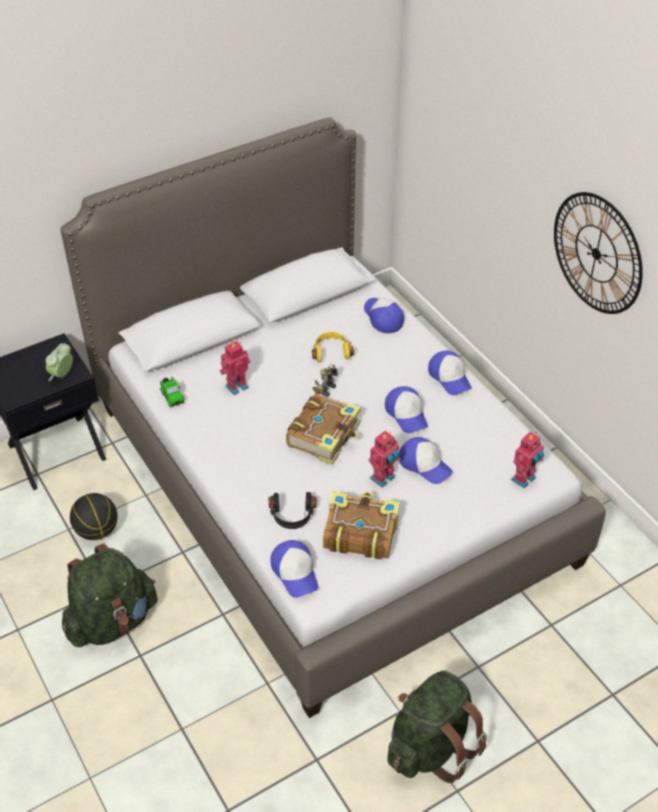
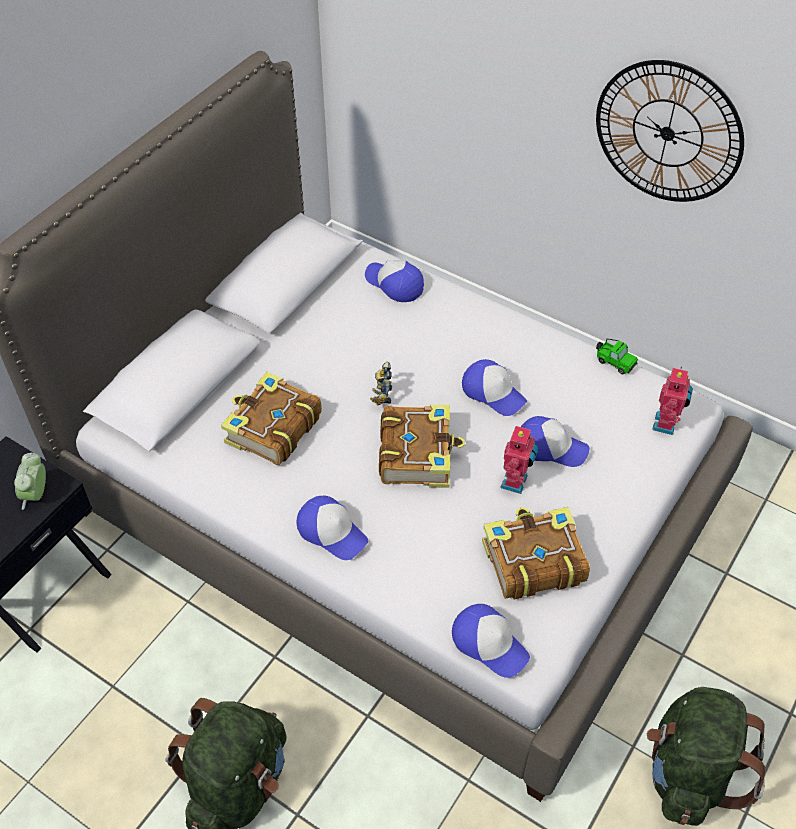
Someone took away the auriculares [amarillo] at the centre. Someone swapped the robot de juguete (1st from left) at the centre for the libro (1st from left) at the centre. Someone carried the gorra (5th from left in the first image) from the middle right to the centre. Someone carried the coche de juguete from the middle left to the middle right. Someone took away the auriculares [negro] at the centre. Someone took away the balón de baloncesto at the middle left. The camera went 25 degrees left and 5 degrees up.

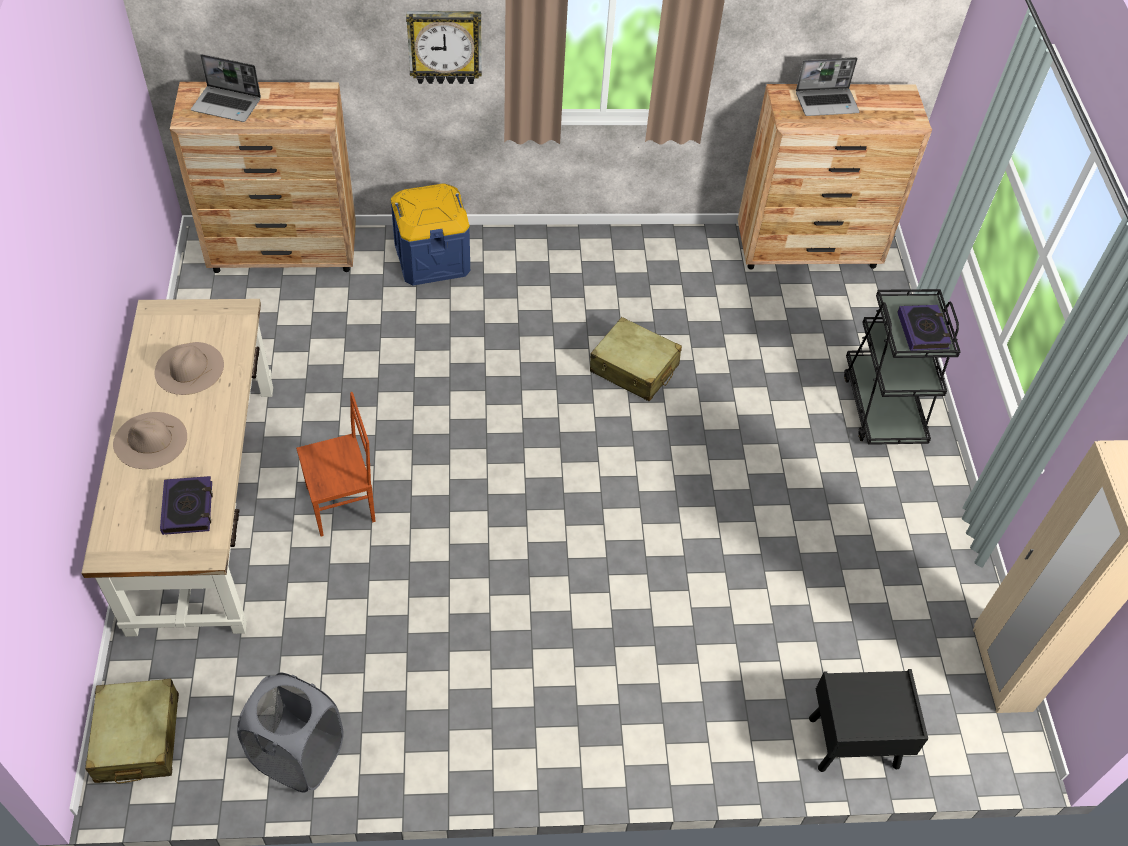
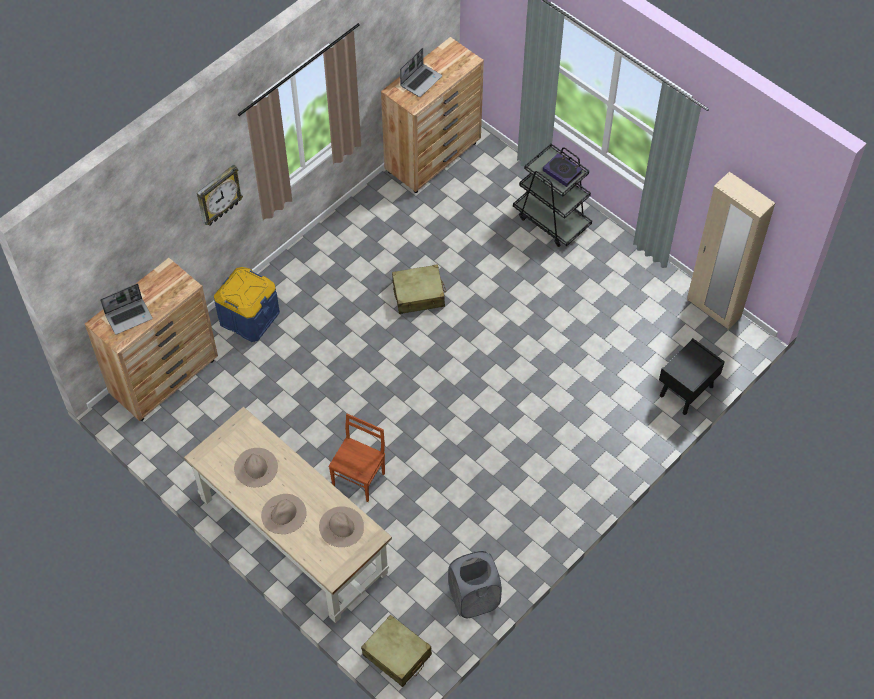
Someone swapped the libro (1st from left) at the middle left for the sombrero [beis] (3rd from left) at the bottom centre. The camera went 40 degrees left and 5 degrees up.

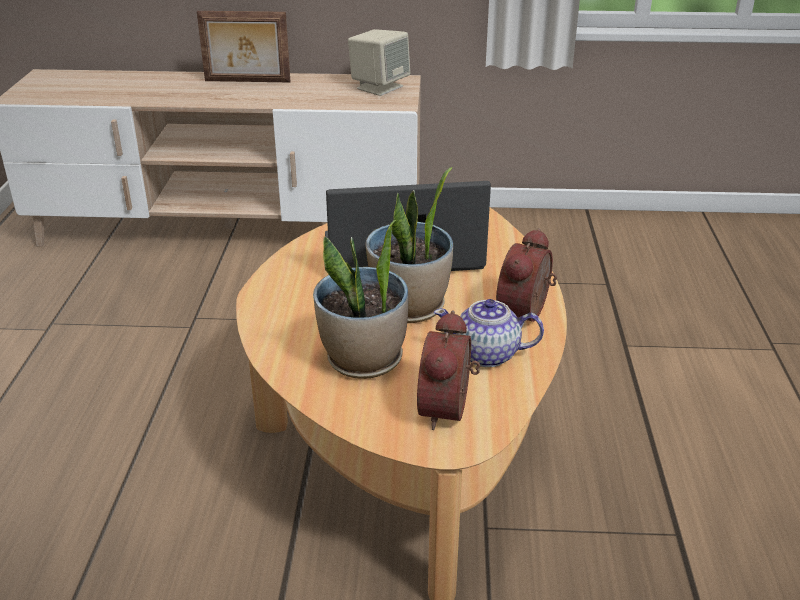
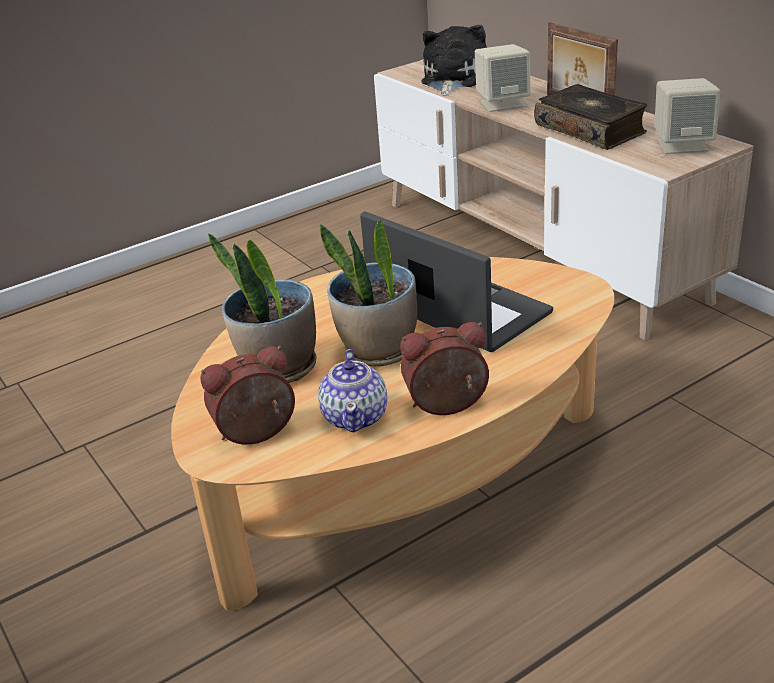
Someone rotated the tetera at the centre by 150 degrees counterclockwise. Someone put down the peluche at the top centre. Someone put down the altavoz [beis] (1st from left) at the top centre. Someone put down the libro at the top right. The camera went 55 degrees right and 0 degrees up.

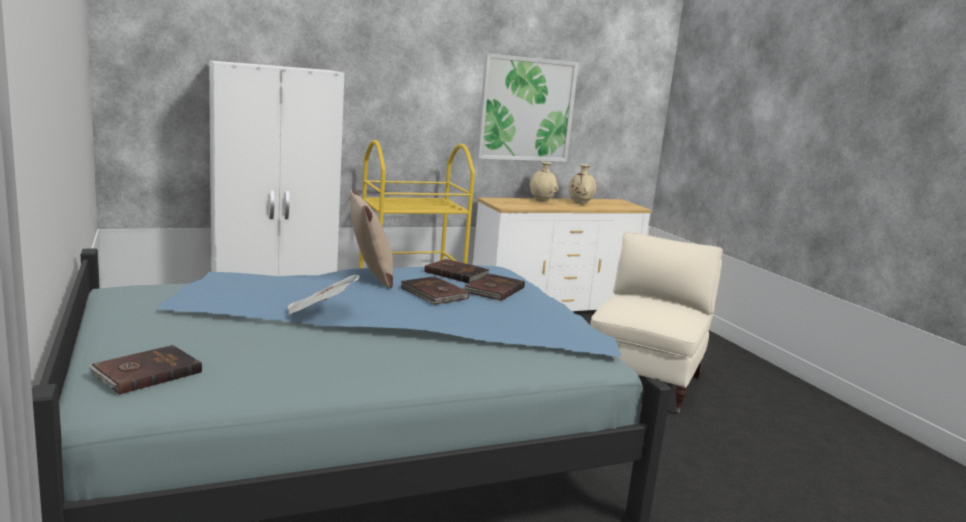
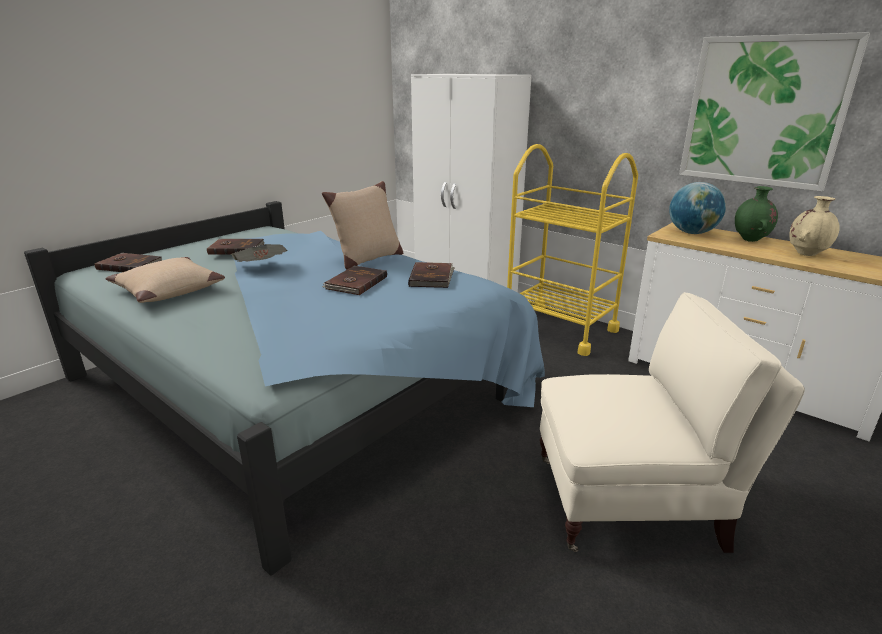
Someone repainted the florero [beis] (1st from left) at the centre, which became the florero [verde] at the middle right. Someone carried the libro [marrón] (4th from left in the first image) from the centre to the middle left. Someone put down the globo terráqueo at the top right. Someone put down the cojín [beis] (1st from left) at the middle left. The camera went 65 degrees right and 10 degrees up.

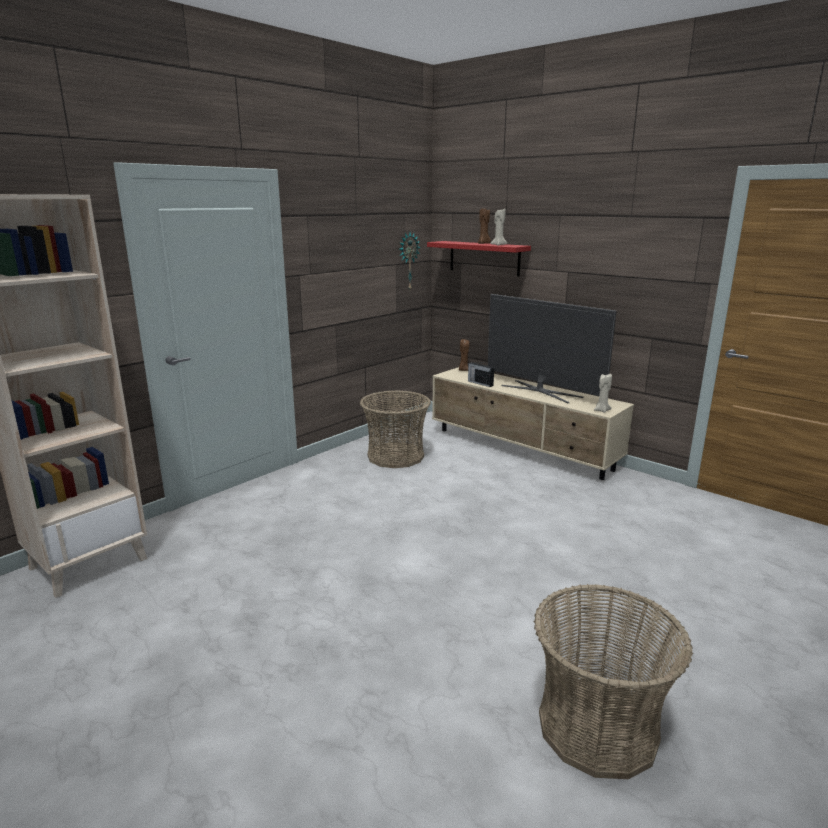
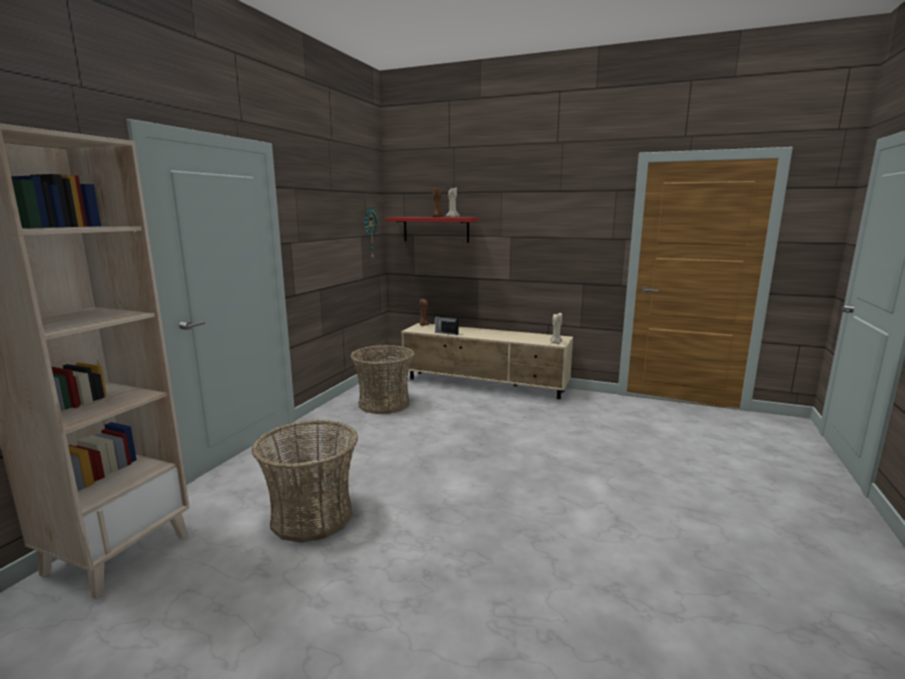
Someone took away the televisor at the middle right. Someone carried the cesta (2nd from left in the first image) from the bottom right to the bottom centre. The camera went 20 degrees left and 5 degrees down.

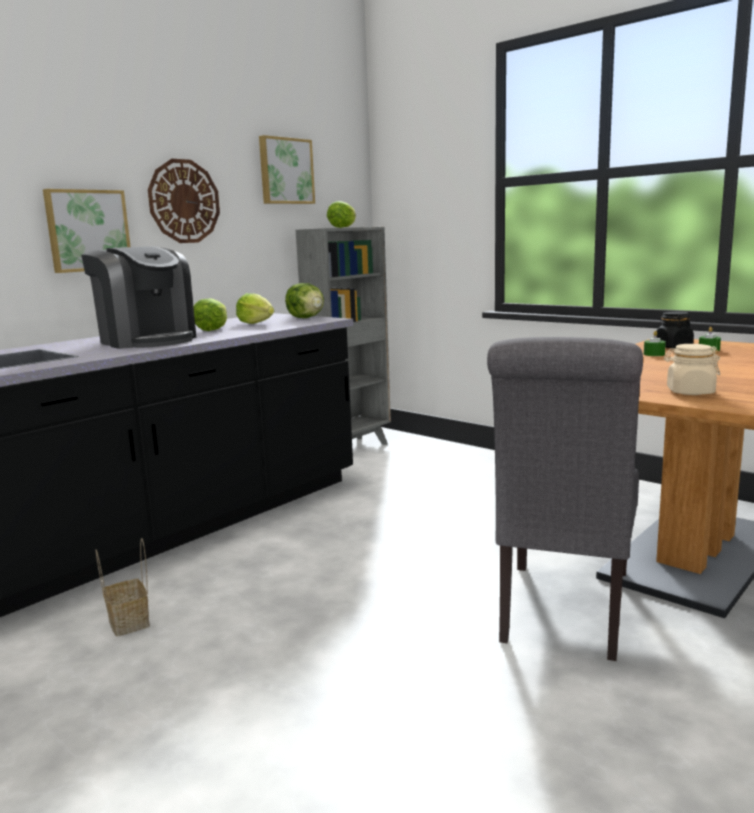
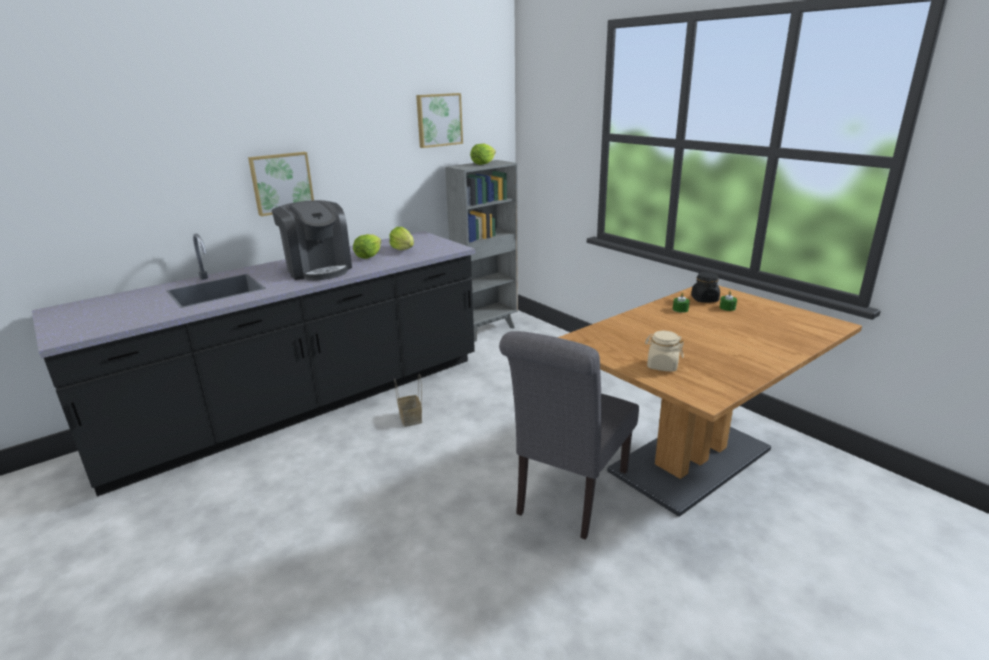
Someone took away the reloj de pared at the top left. Someone took away the lechuga (3rd from left) at the centre. Someone carried the cesta from the bottom left to the centre. The camera went 10 degrees right and 10 degrees up.

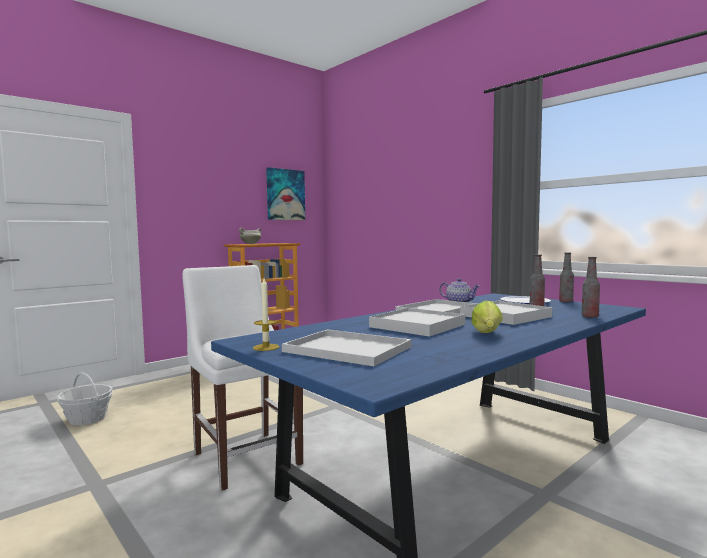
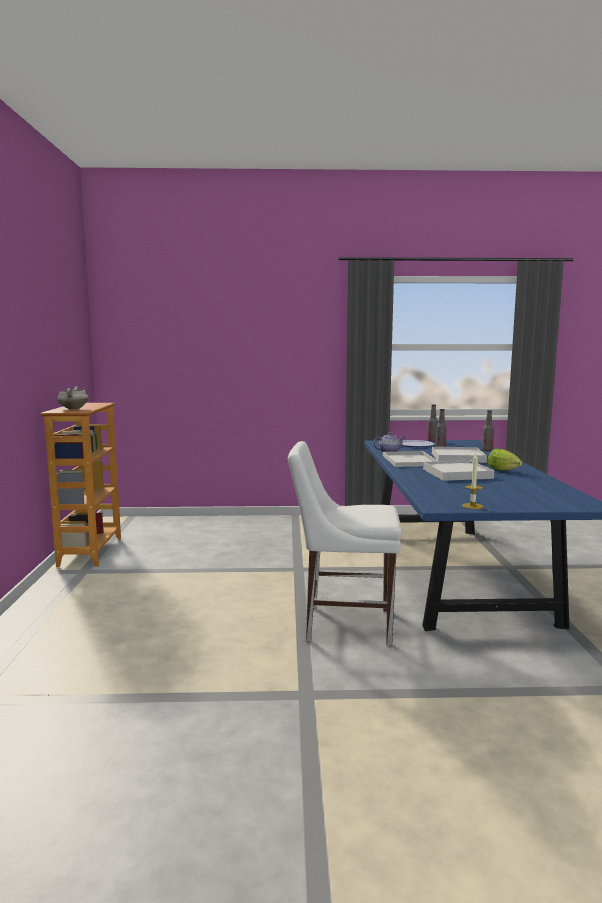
Someone took away the cuadro at the centre. Someone took away the bandeja [blanco] (1st from left) at the centre. Someone took away the cesta at the bottom left. The camera went 50 degrees left and 5 degrees up.

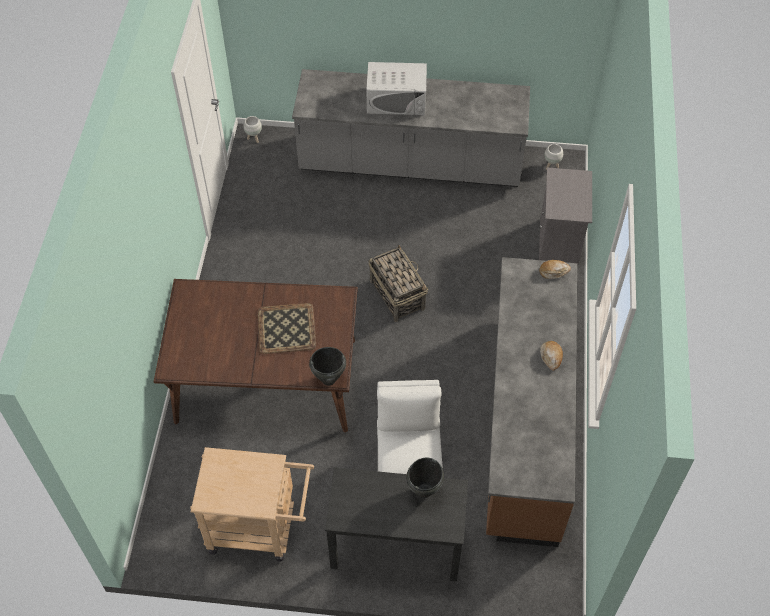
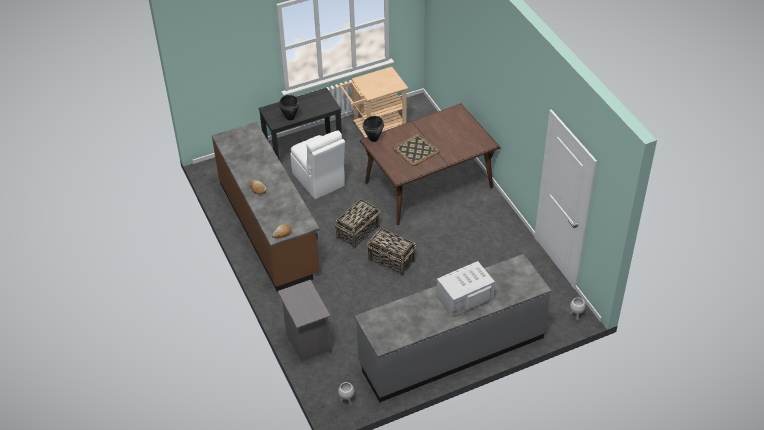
Someone put down the cesta (1st from left) at the centre. The camera went 150 degrees right and 10 degrees down.

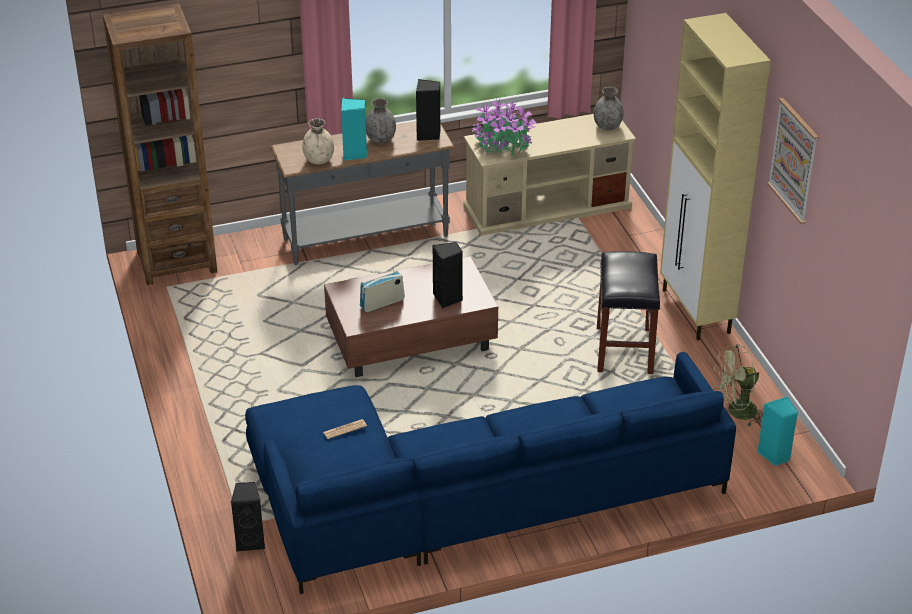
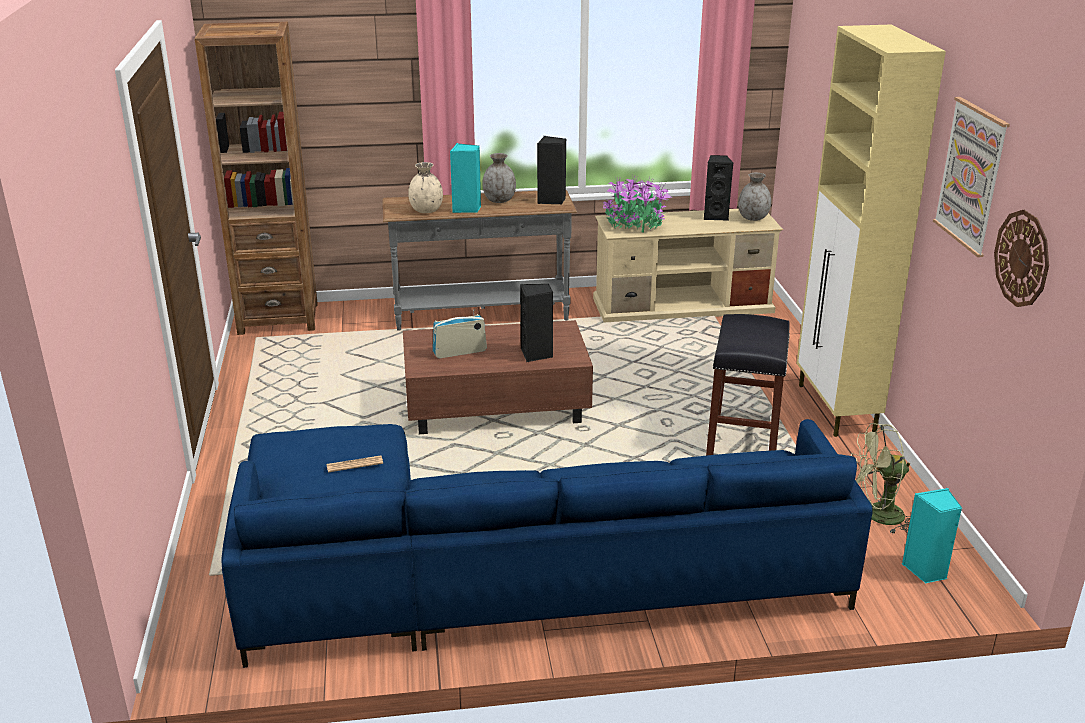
Someone carried the altavoz [negro] (1st from left in the first image) from the bottom left to the top centre. Someone put up the reloj de pared at the middle right. The camera went 10 degrees right and 10 degrees down.

